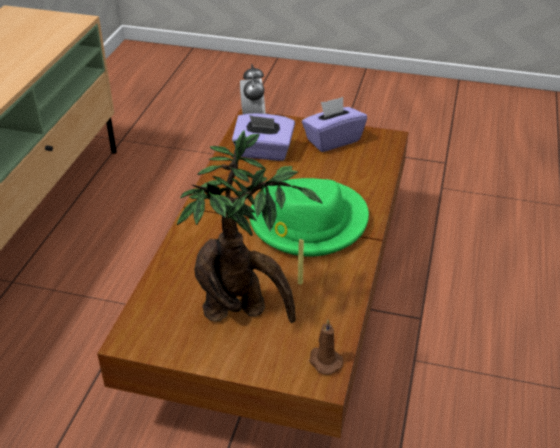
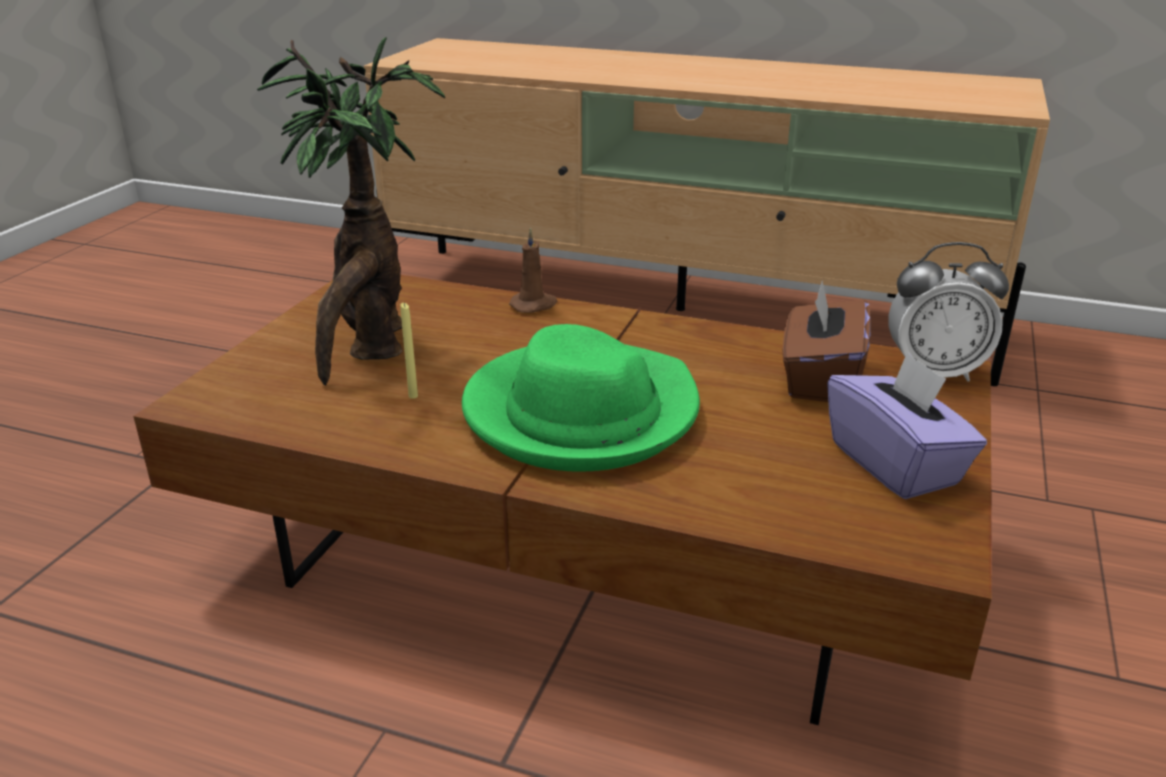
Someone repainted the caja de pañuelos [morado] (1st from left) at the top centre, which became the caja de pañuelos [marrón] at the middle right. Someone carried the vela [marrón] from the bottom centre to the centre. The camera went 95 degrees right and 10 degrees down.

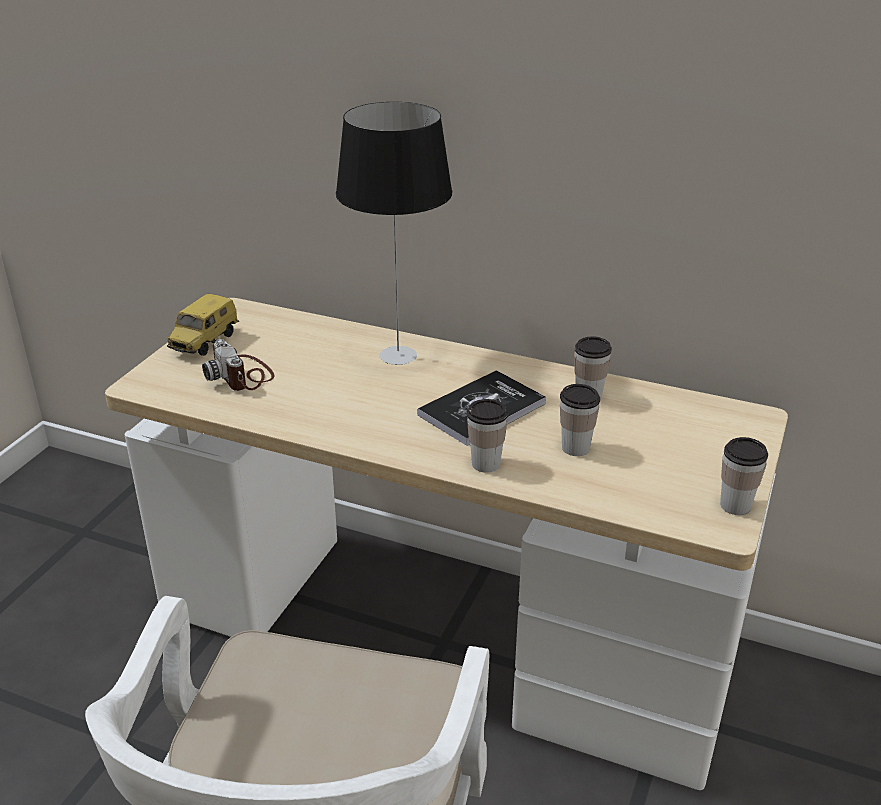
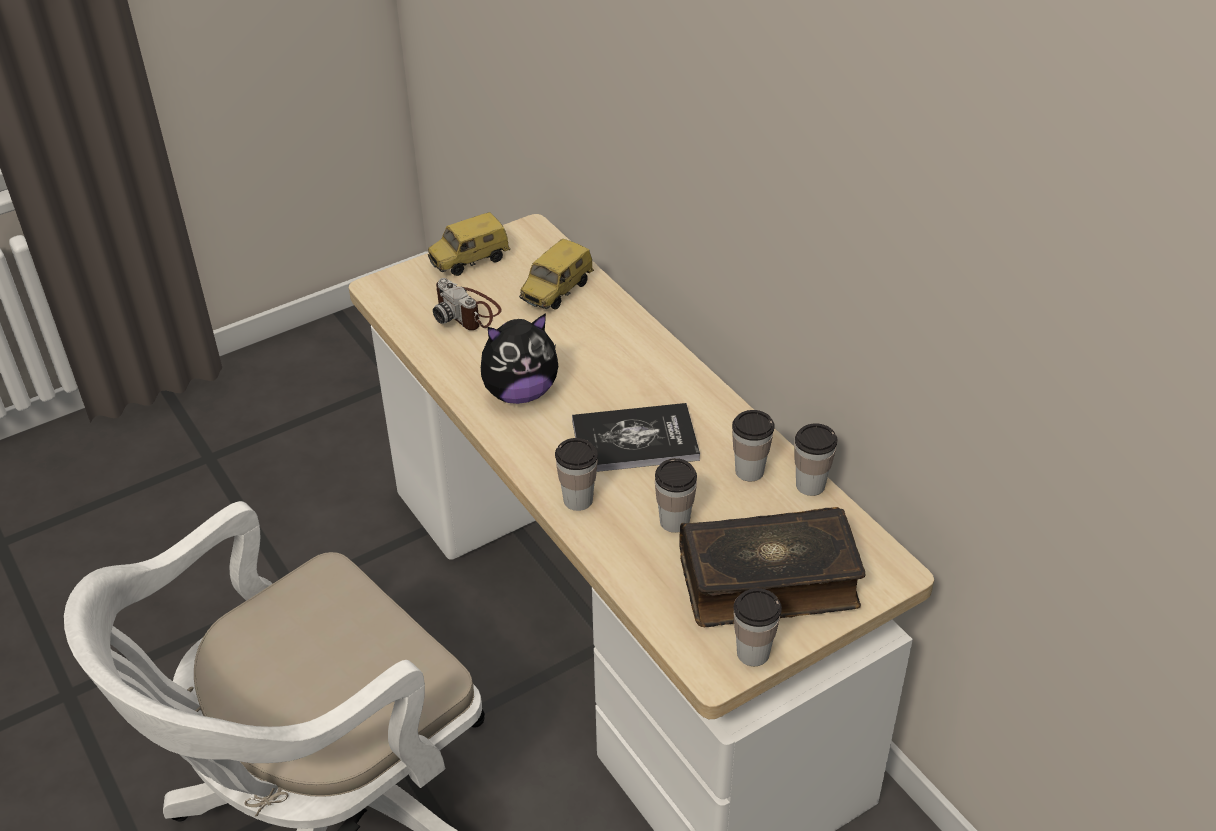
Someone took away the lámpara de mesa at the top centre. Someone rotated the cámara at the middle left by 45 degrees counterclockwise. Someone put down the coche de juguete (2nd from left) at the top centre. Someone put down the peluche at the centre. Someone put down the taza (5th from left) at the middle right. Someone put down the libro (2nd from left) at the bottom centre. The camera went 35 degrees right and 10 degrees up.

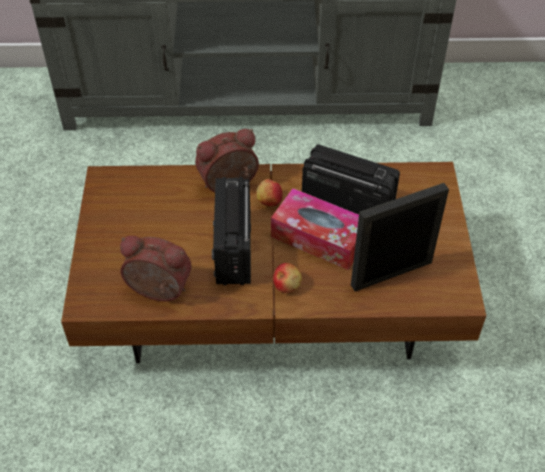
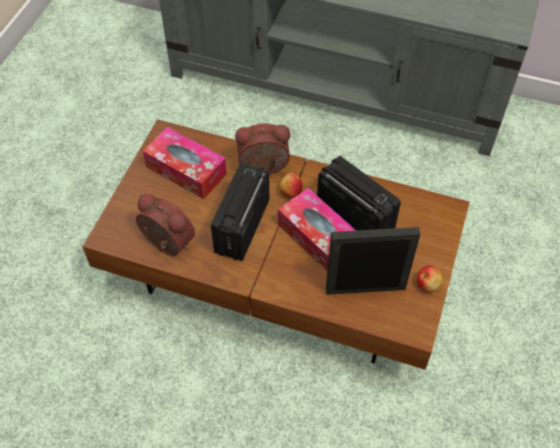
Someone carried the manzana (2nd from left) from the centre to the middle right. Someone put down the caja de pañuelos (1st from left) at the middle left. The camera went 20 degrees right and 5 degrees up.

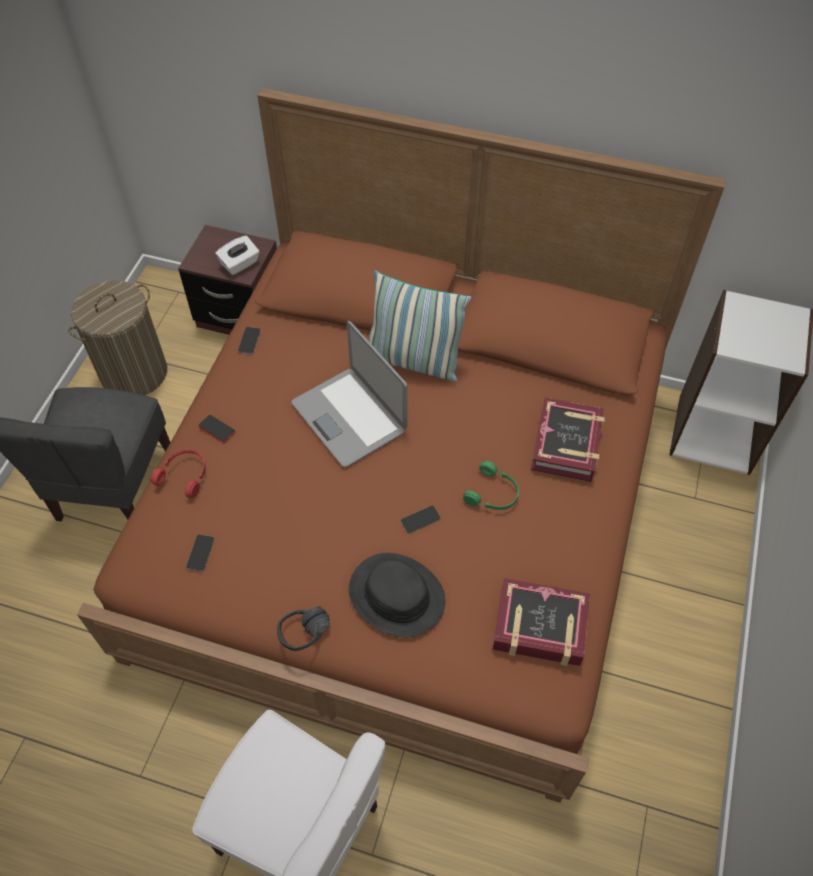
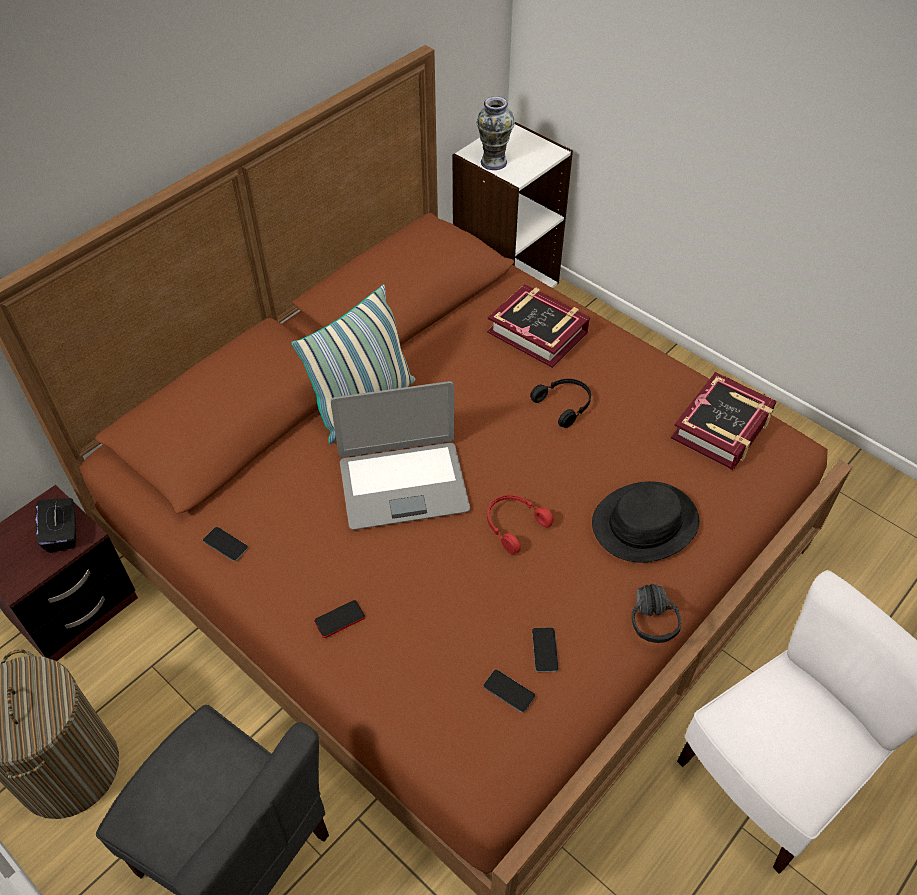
Someone repainted the caja de pañuelos [blanco] at the top left, which became the caja de pañuelos [negro] at the middle left. Someone carried the auriculares [rojo] from the middle left to the centre. Someone repainted the auriculares [verde] at the centre, which became the auriculares [negro] (1st from left) at the centre. Someone carried the móvil (4th from left) from the centre to the bottom centre. Someone put down the florero at the top centre. The camera went 65 degrees left and 5 degrees down.

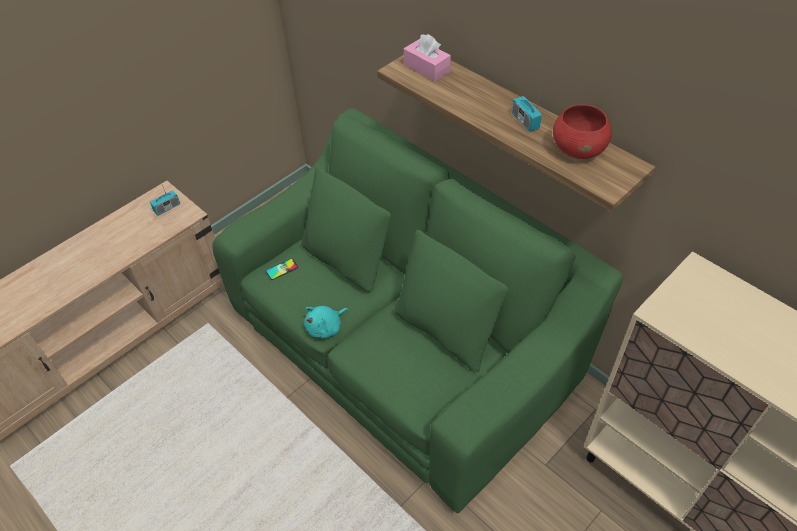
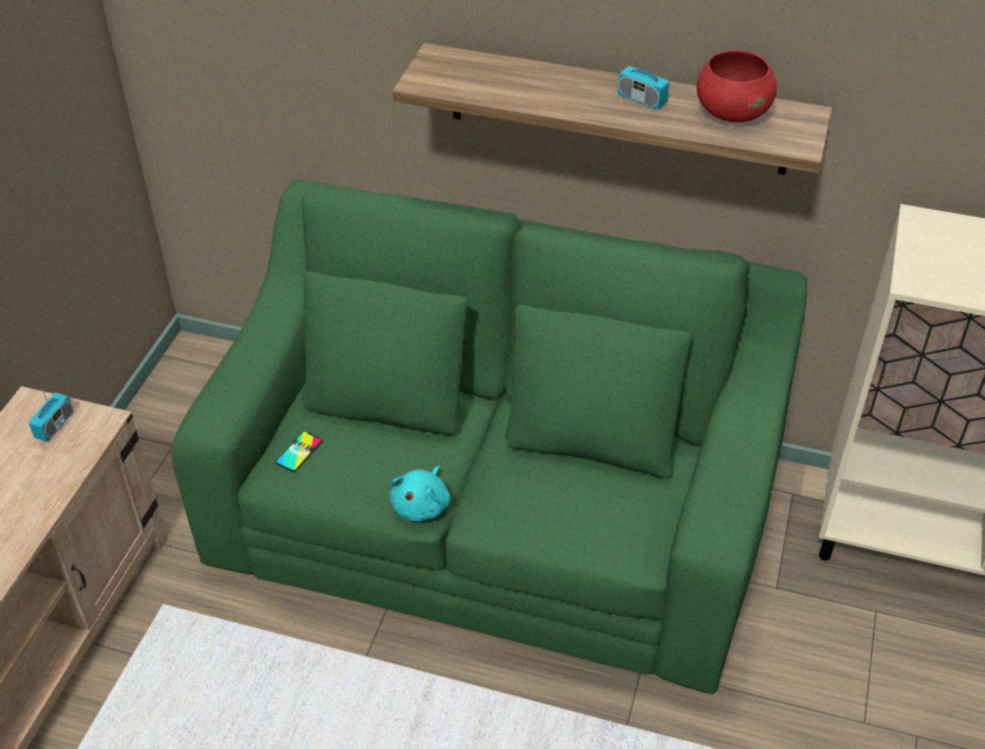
Someone took away the caja de pañuelos [rosa] at the top centre. The camera went 30 degrees left and 5 degrees down.

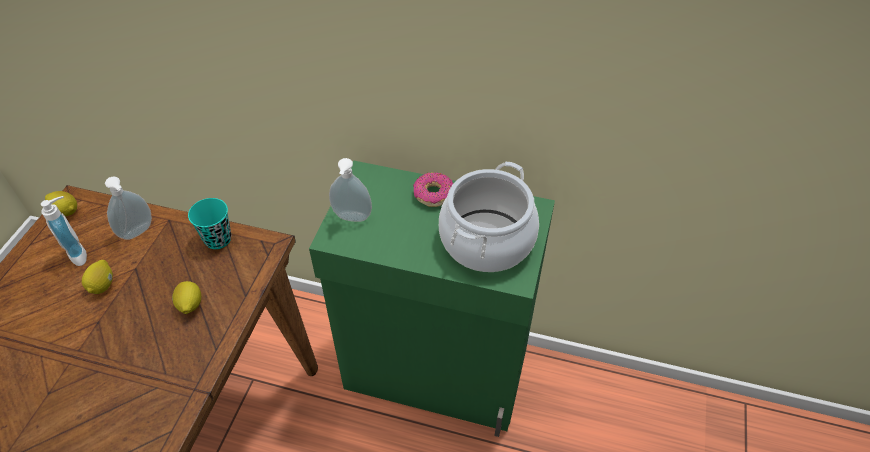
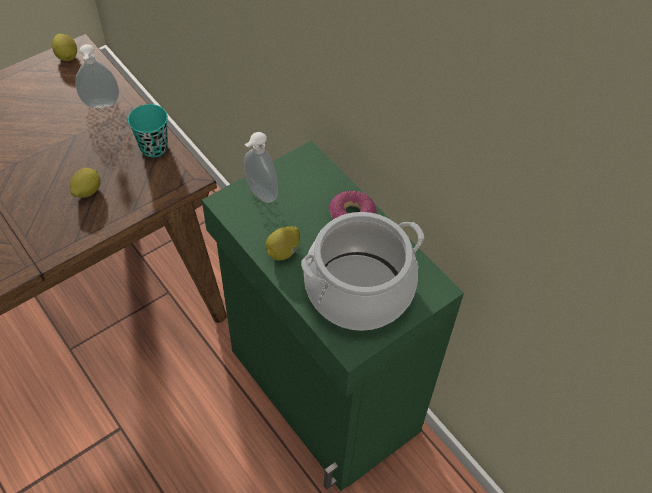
Someone took away the dispensador de jabón (1st from left) at the middle left. Someone carried the limón (2nd from left in the first image) from the middle left to the centre. The camera went 35 degrees right and 5 degrees up.

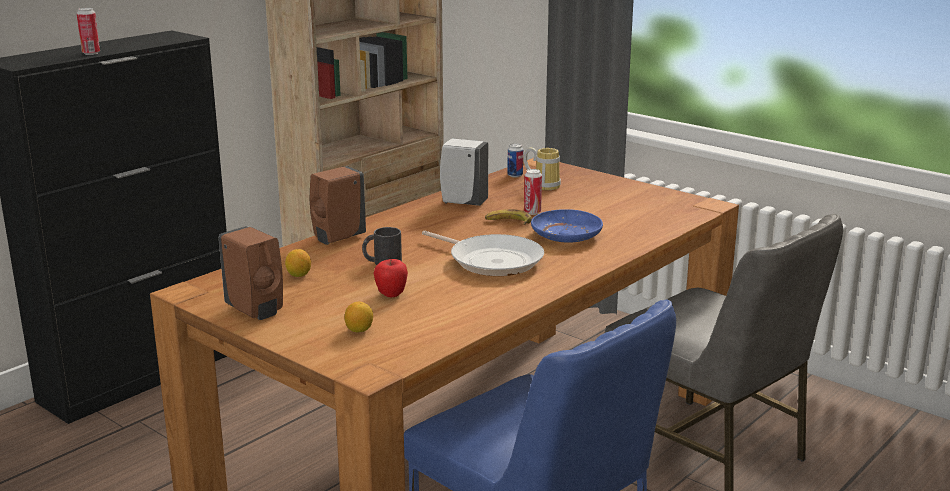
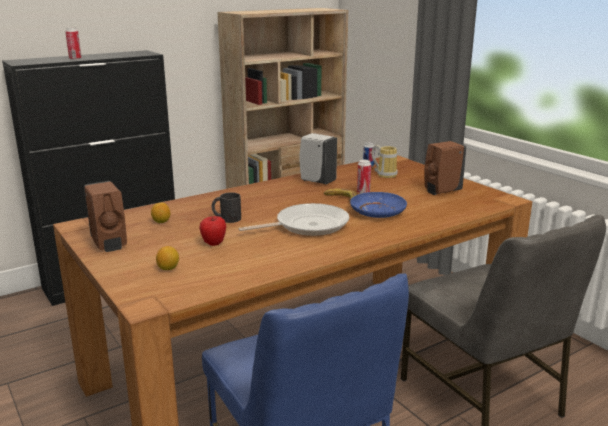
Someone carried the dispensador de jabón [marrón] (2nd from left) from the centre to the middle right. Someone rotated the sartén at the centre by 75 degrees counterclockwise. The camera went 15 degrees right and 0 degrees up.

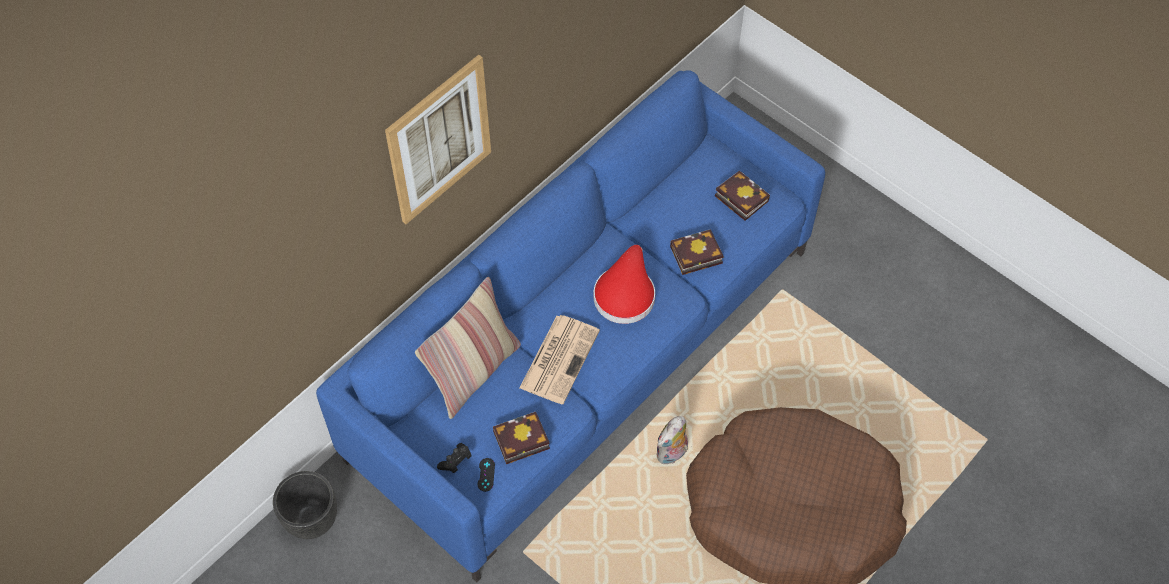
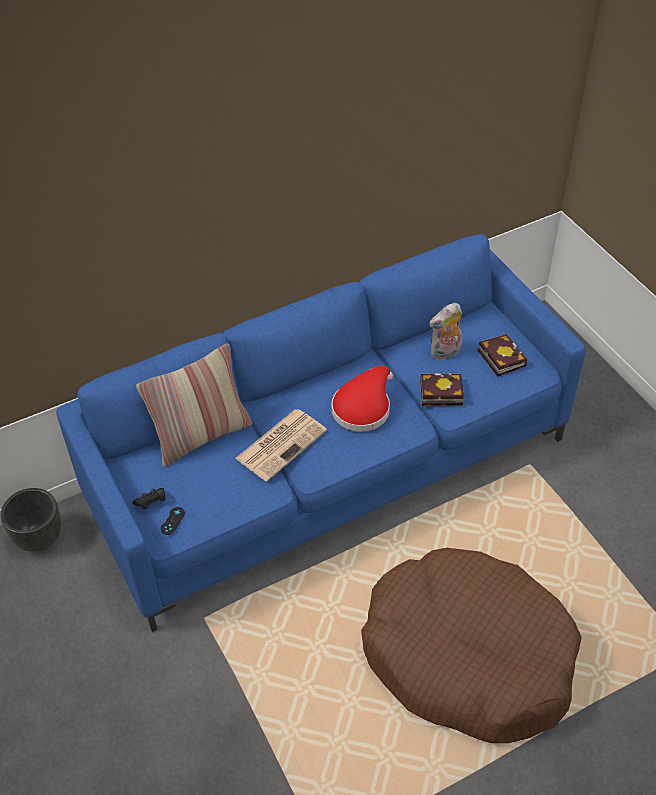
Someone took away the cuadro at the top centre. Someone took away the libro (1st from left) at the bottom centre. Someone carried the peluche from the bottom centre to the middle right. The camera went 20 degrees right and 10 degrees down.

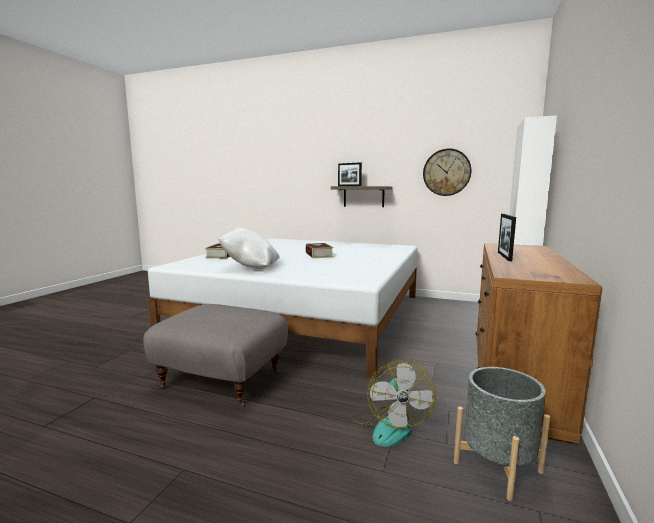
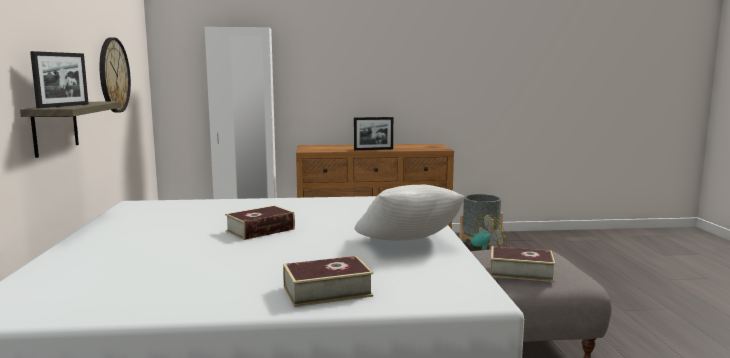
Someone put down the libro (3rd from left) at the bottom right. The camera went 115 degrees left and 0 degrees up.

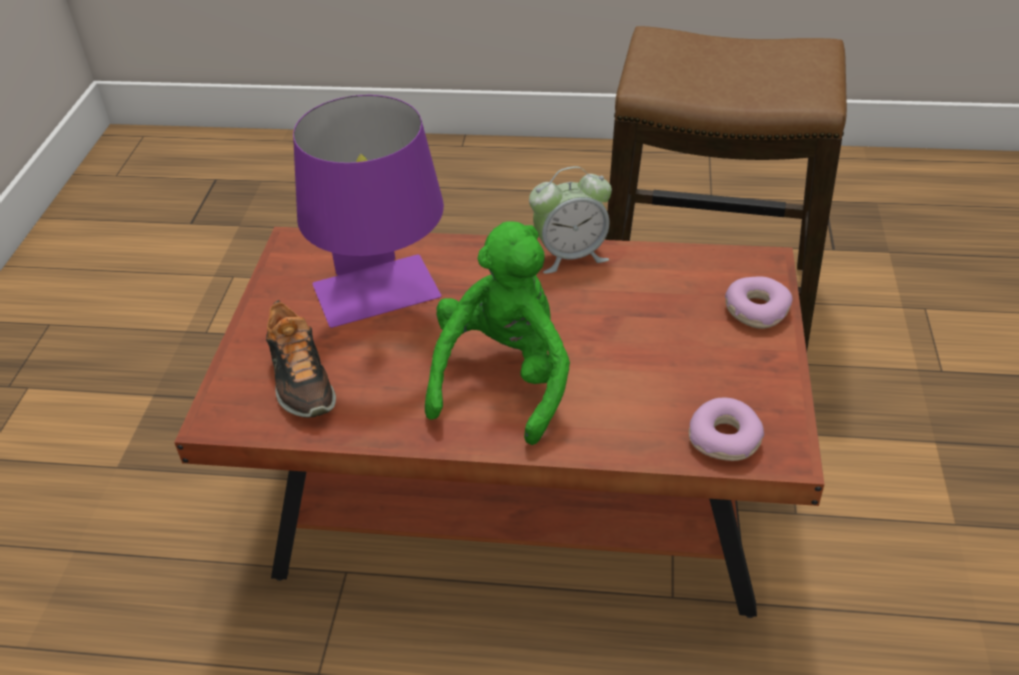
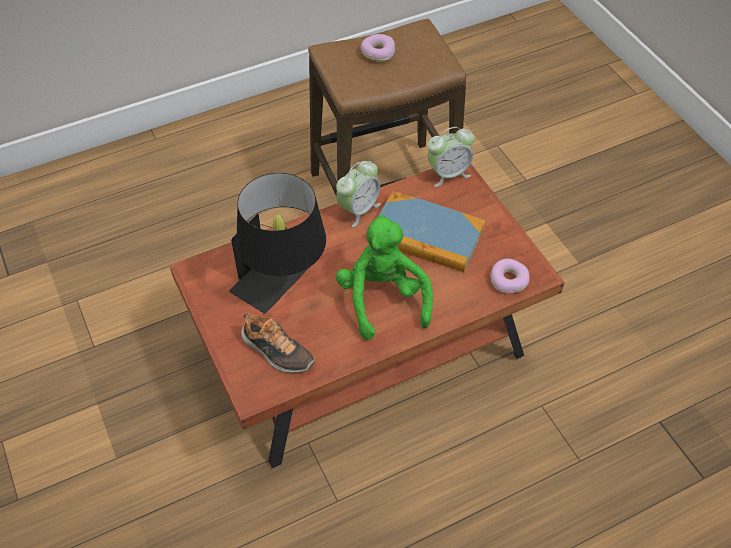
Someone repainted the lámpara de mesa [morado] at the top centre, which became the lámpara de mesa [negro] at the centre. Someone carried the rosquilla (2nd from left in the first image) from the middle right to the top centre. Someone put down the despertador (2nd from left) at the top centre. Someone put down the libro at the centre. The camera went 35 degrees left and 10 degrees up.

